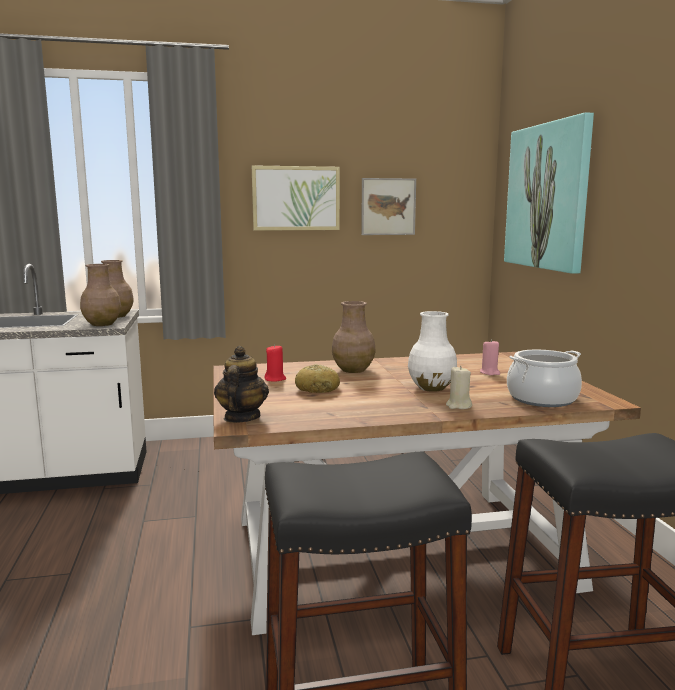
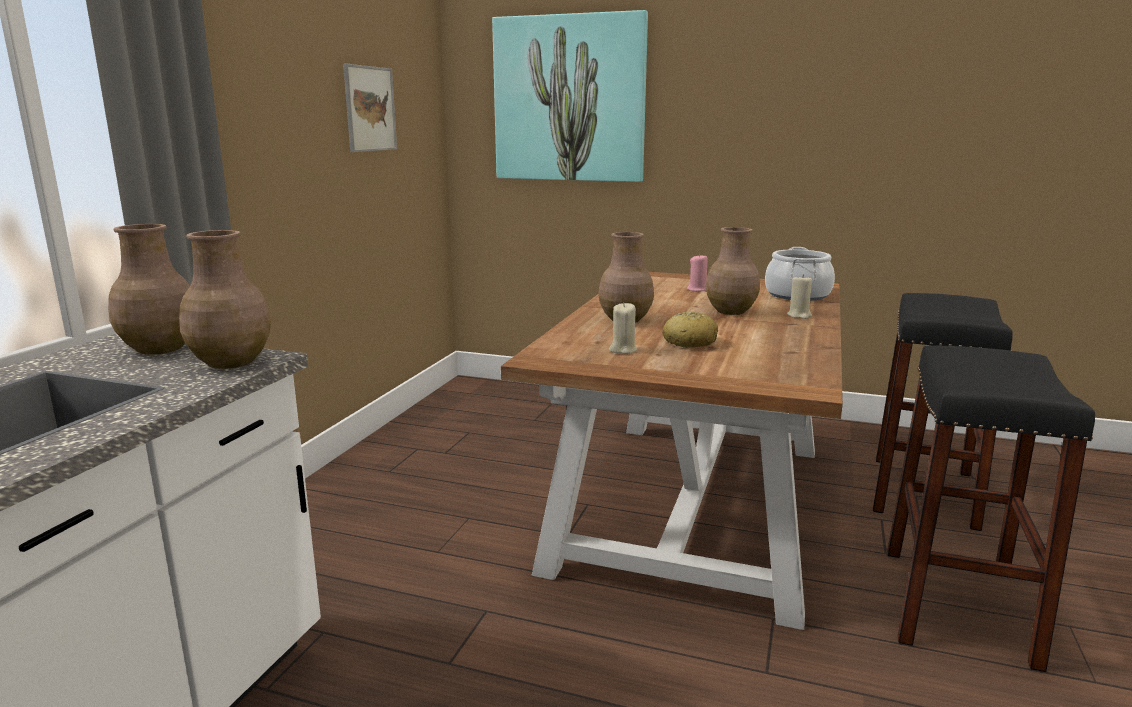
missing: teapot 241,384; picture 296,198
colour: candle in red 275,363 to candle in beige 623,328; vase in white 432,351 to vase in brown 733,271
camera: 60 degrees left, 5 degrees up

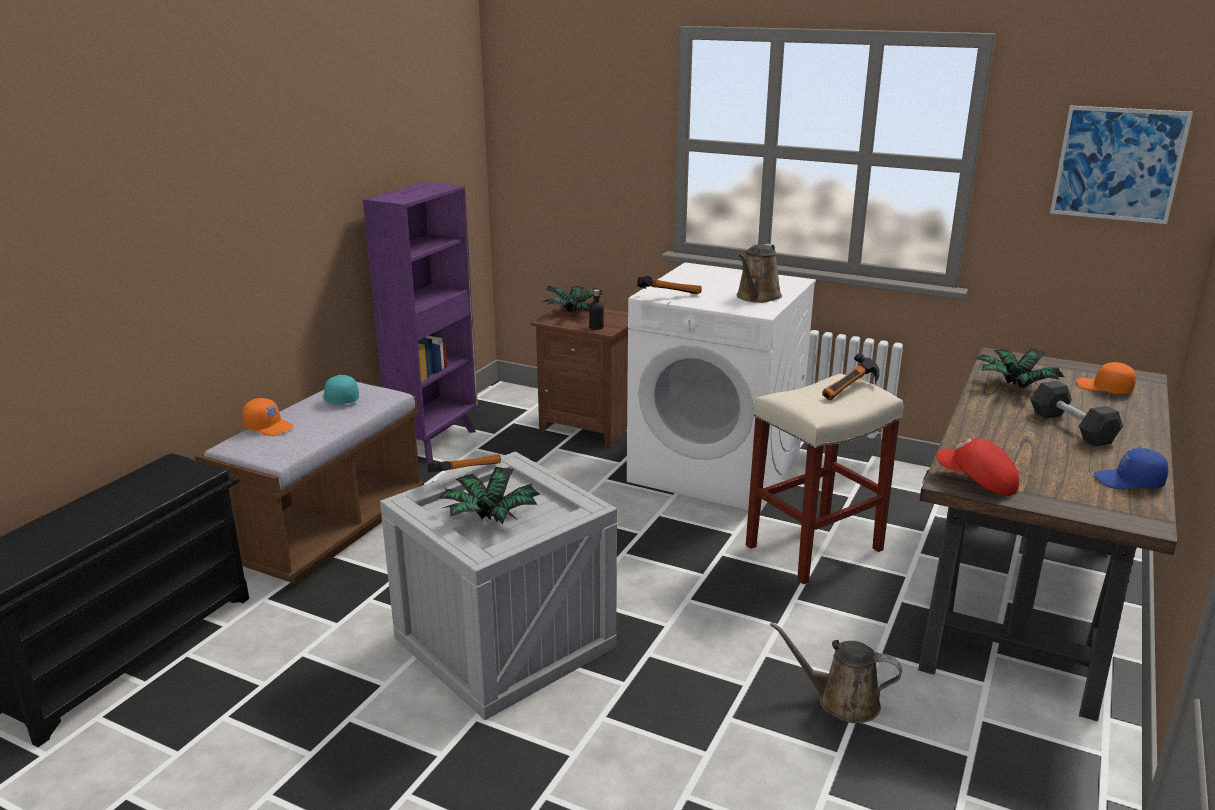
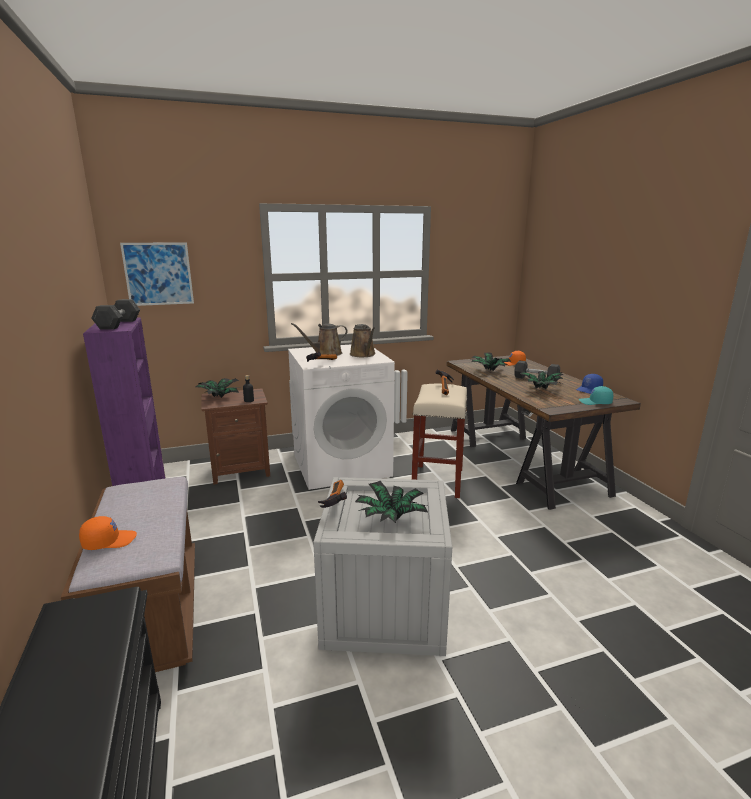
missing: cap in red 977,467
appeared: dumbbell in grey 115,314; potted plant 541,380
relocated: cap in turquoise 341,390 to 596,395; watering can in brown 836,672 to 319,339; picture 1121,165 to 157,274
camera: 45 degrees left, 5 degrees down

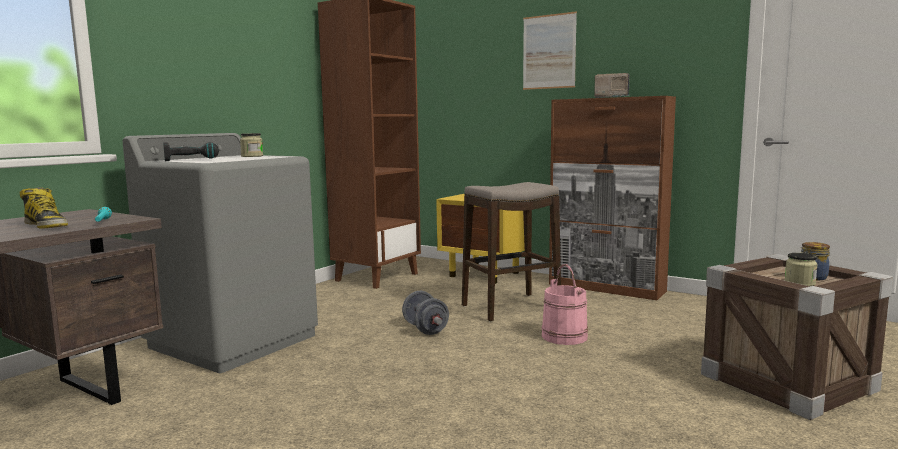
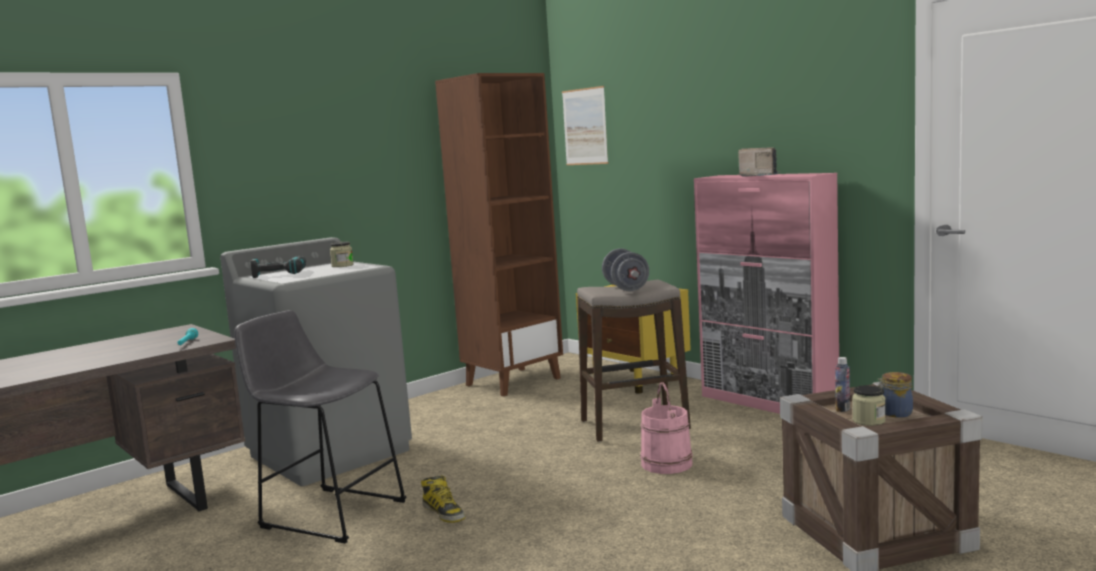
appeared: stool in grey 321,427; bottle 842,384
relocated: boot 44,208 to 443,499; dumbbell in grey 425,313 to 625,269; picture 550,51 to 585,125
colour: cabinet in brown 612,198 to cabinet in pink 766,293
camera: 15 degrees right, 0 degrees up

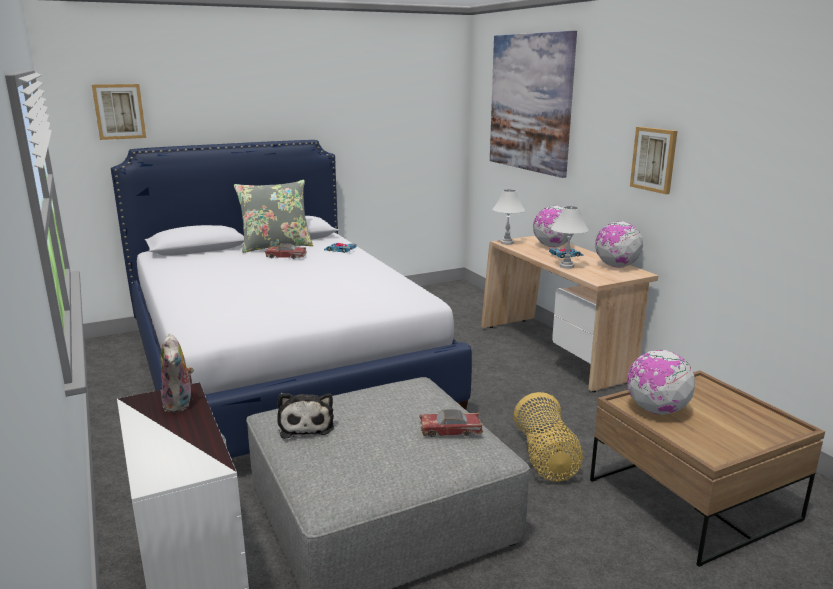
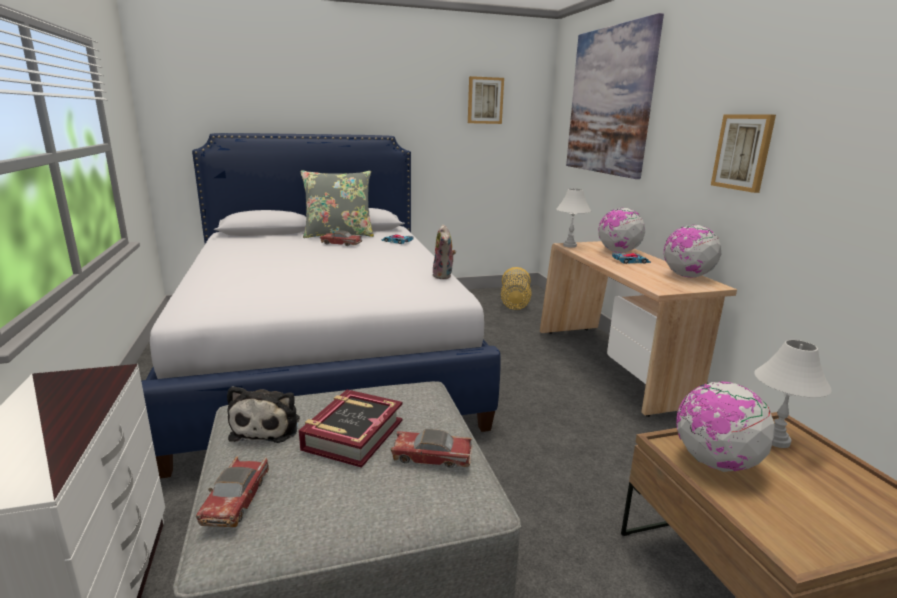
appeared: toy car 232,491; book 351,429
relocated: picture 119,112 to 486,100; plush toy 177,373 to 444,251; basket 548,437 to 516,288; table lamp in white 569,237 to 793,394
camera: 10 degrees right, 0 degrees up

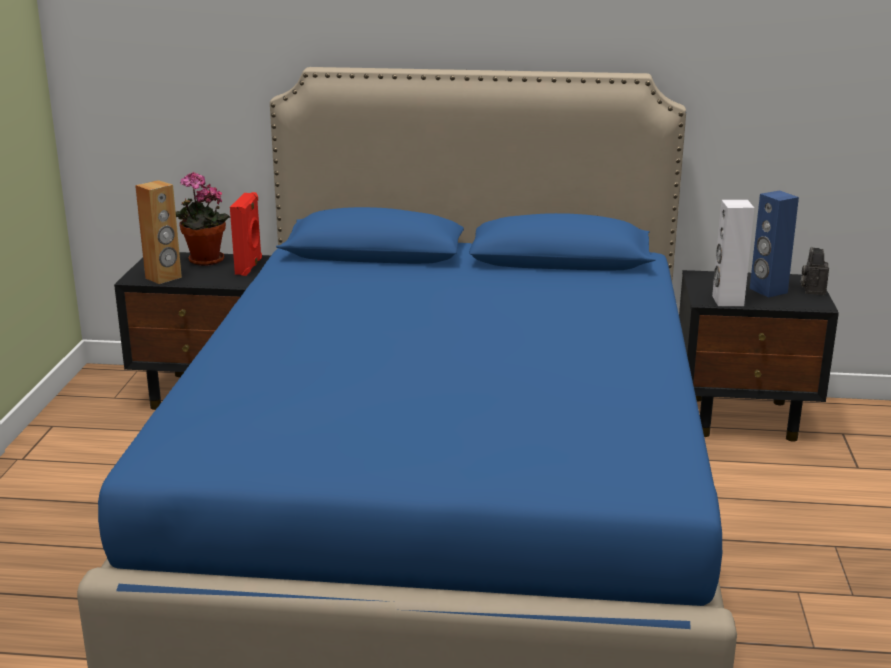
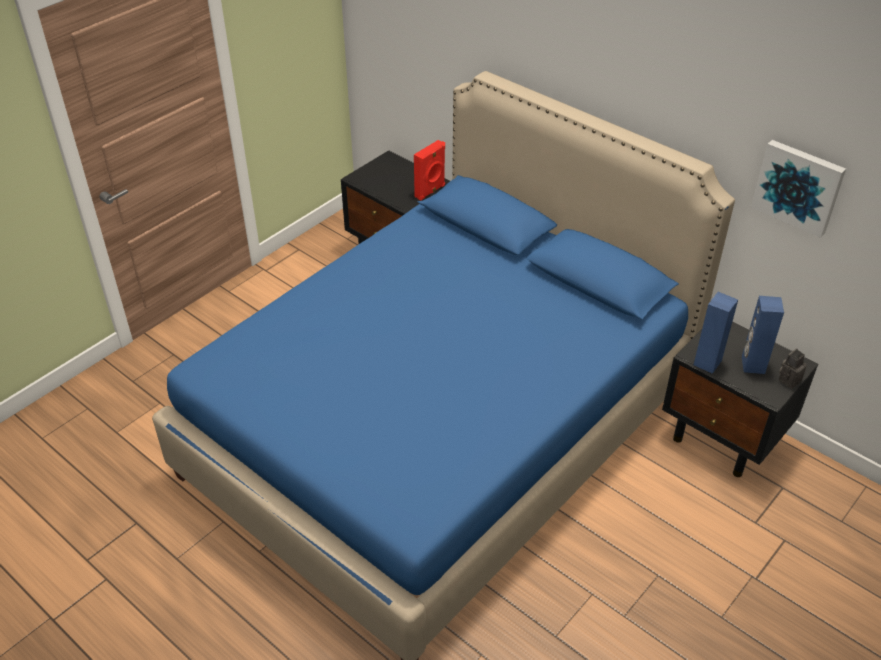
missing: speaker in brown 158,232; potted plant 203,219
appeared: picture 798,189
colour: speaker in white 733,253 to speaker in blue 716,333
camera: 35 degrees right, 20 degrees up

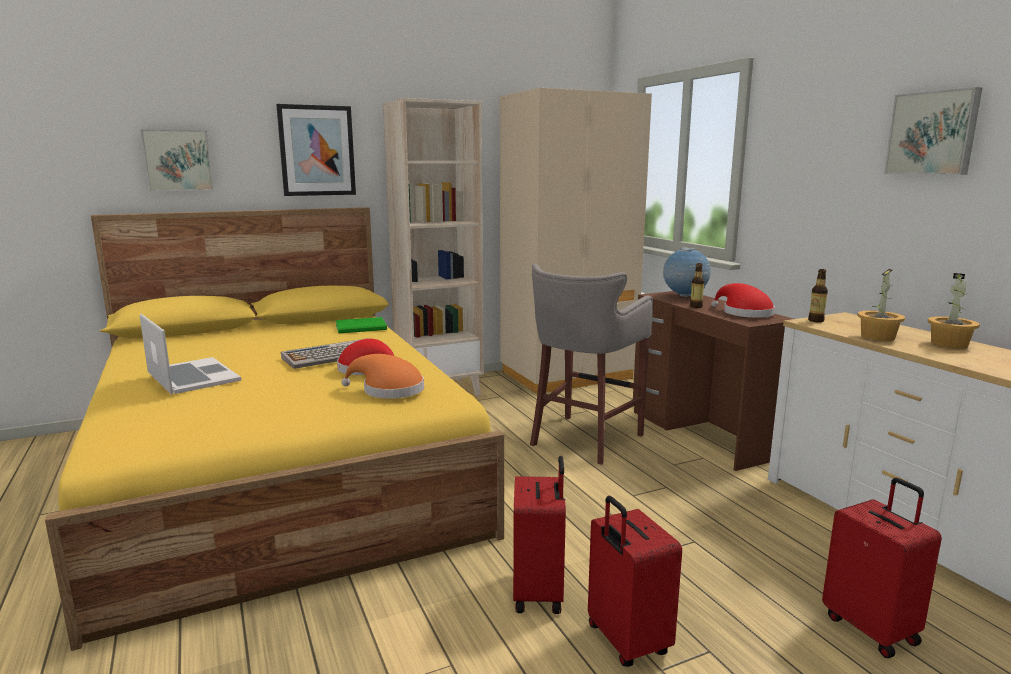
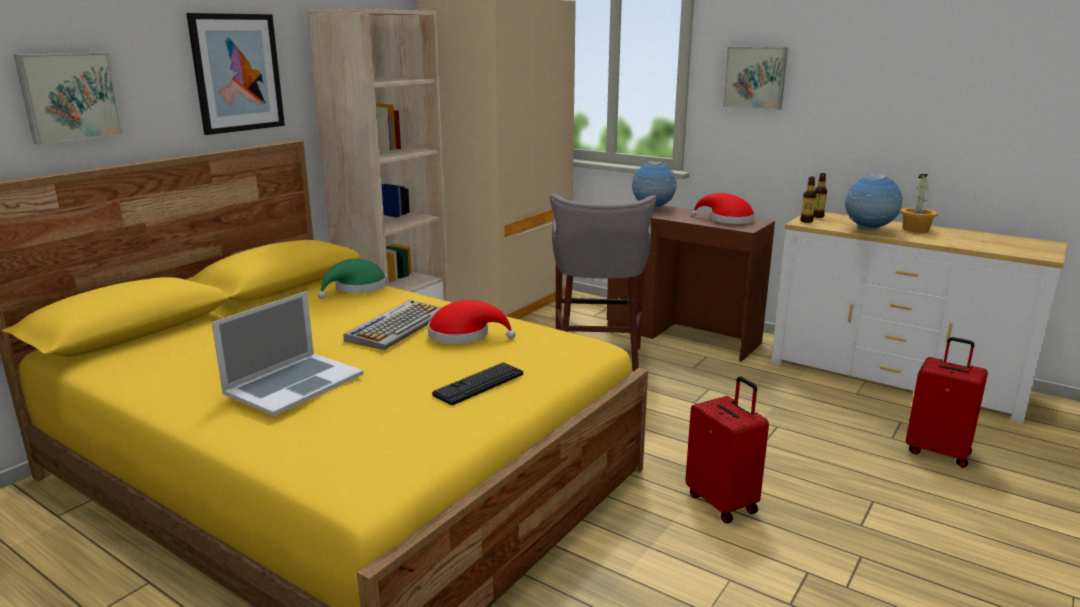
missing: hat in orange 382,376; suitcase in red 635,581
appeared: keyboard 477,383
relocated: bottle 697,285 to 820,195; picture 933,131 to 755,78
exchanged: book in green 361,325 to hat in green 352,279; potted plant 881,305 to globe 874,202
spun: laptop 190,354 = 287,353 105 degrees clockwise
camera: 30 degrees left, 5 degrees up

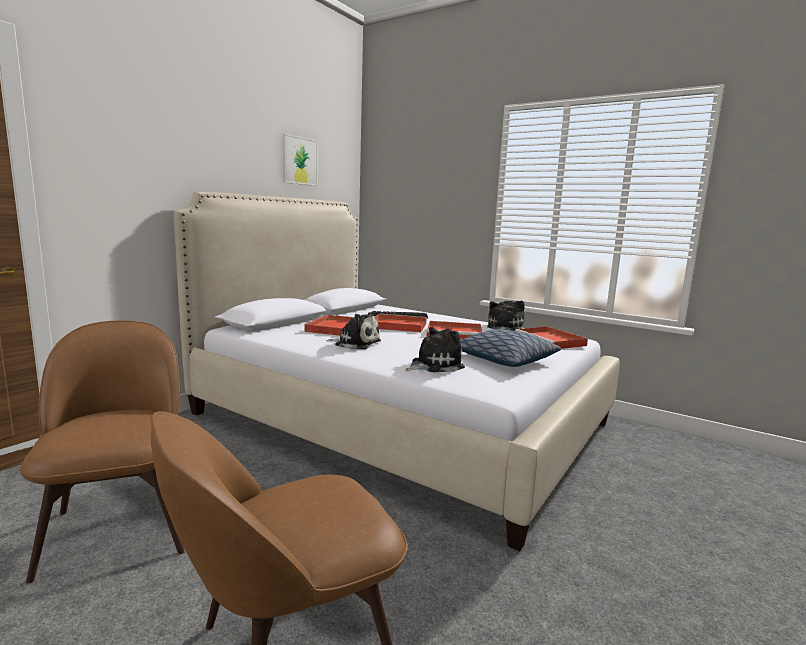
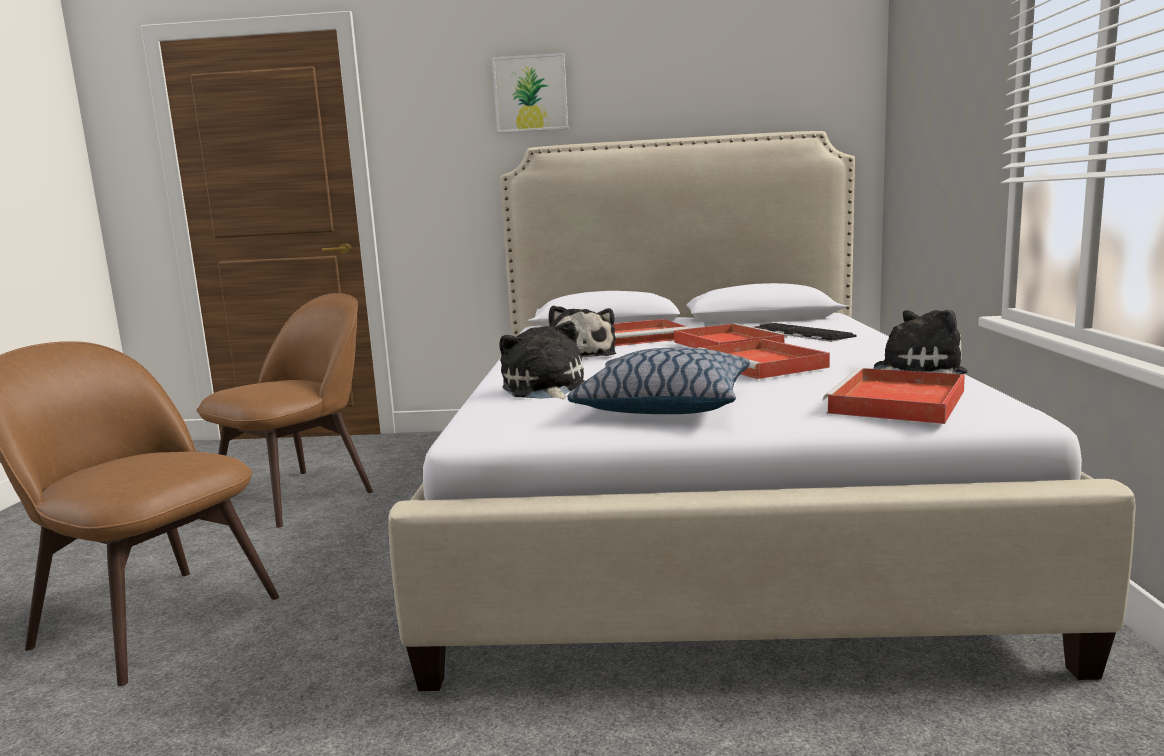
relocated: picture 300,159 to 530,93
spun: plush toy 435,349 = 542,360 135 degrees counterclockwise
camera: 60 degrees right, 0 degrees up

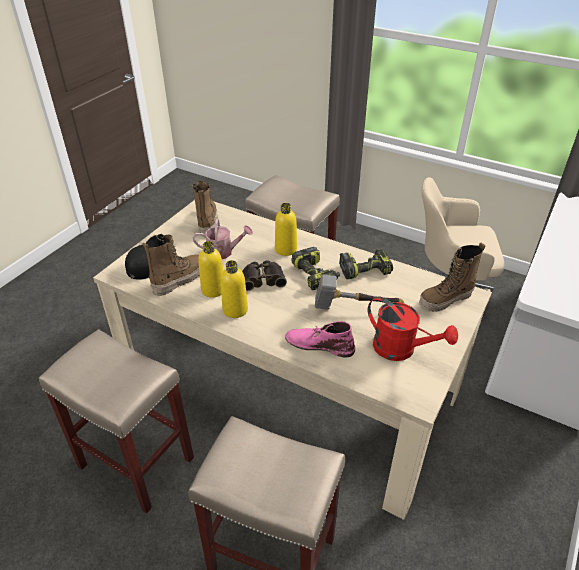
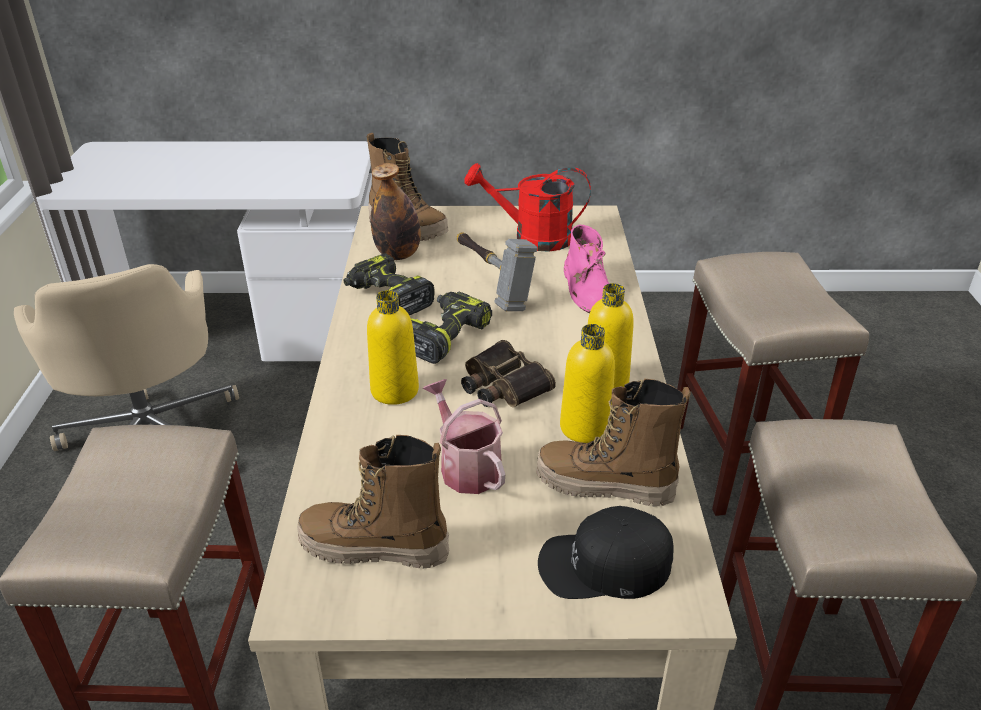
appeared: bottle 396,211
spun: boot 204,209 = 373,501 45 degrees clockwise; watering can in red 413,329 = 528,207 90 degrees counterclockwise
camera: 120 degrees left, 5 degrees down

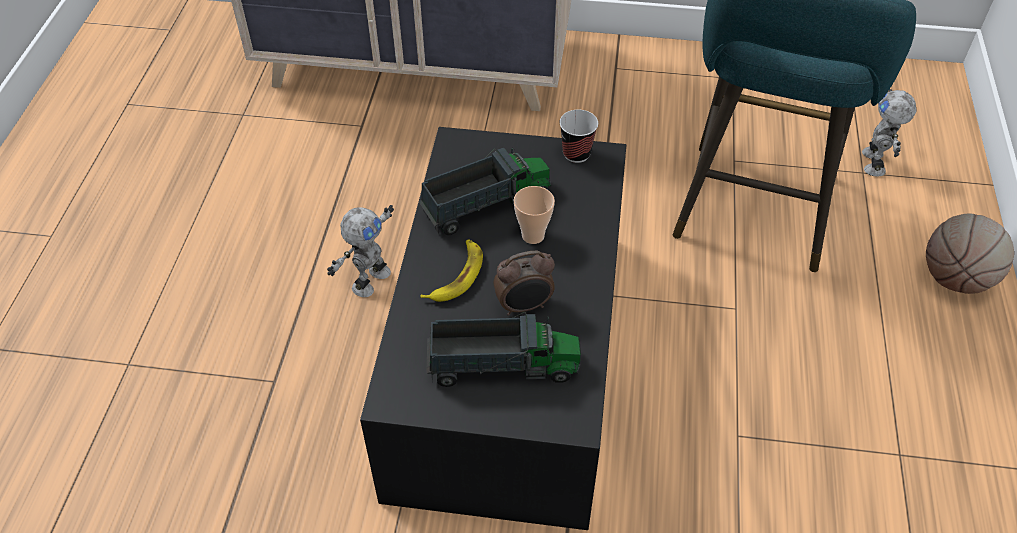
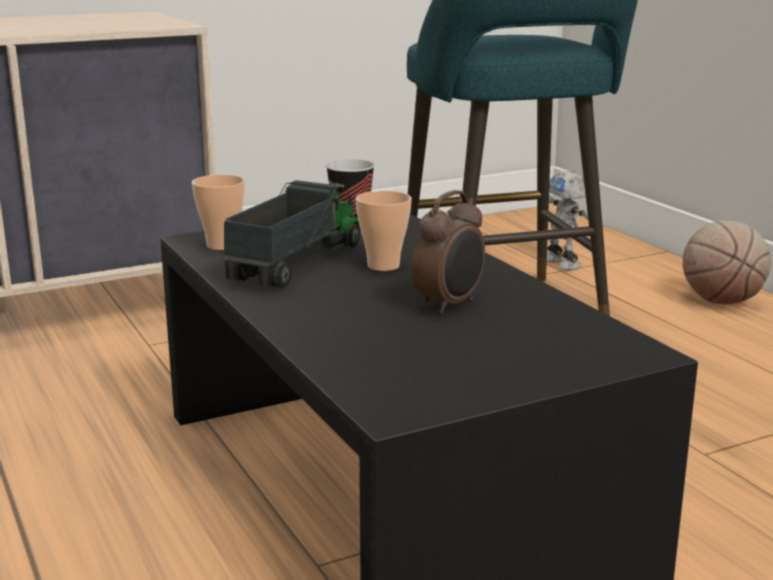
missing: toy robot 360,251; banana 451,270; toy truck 503,349
appeared: cup 218,212
camera: 35 degrees left, 30 degrees down

